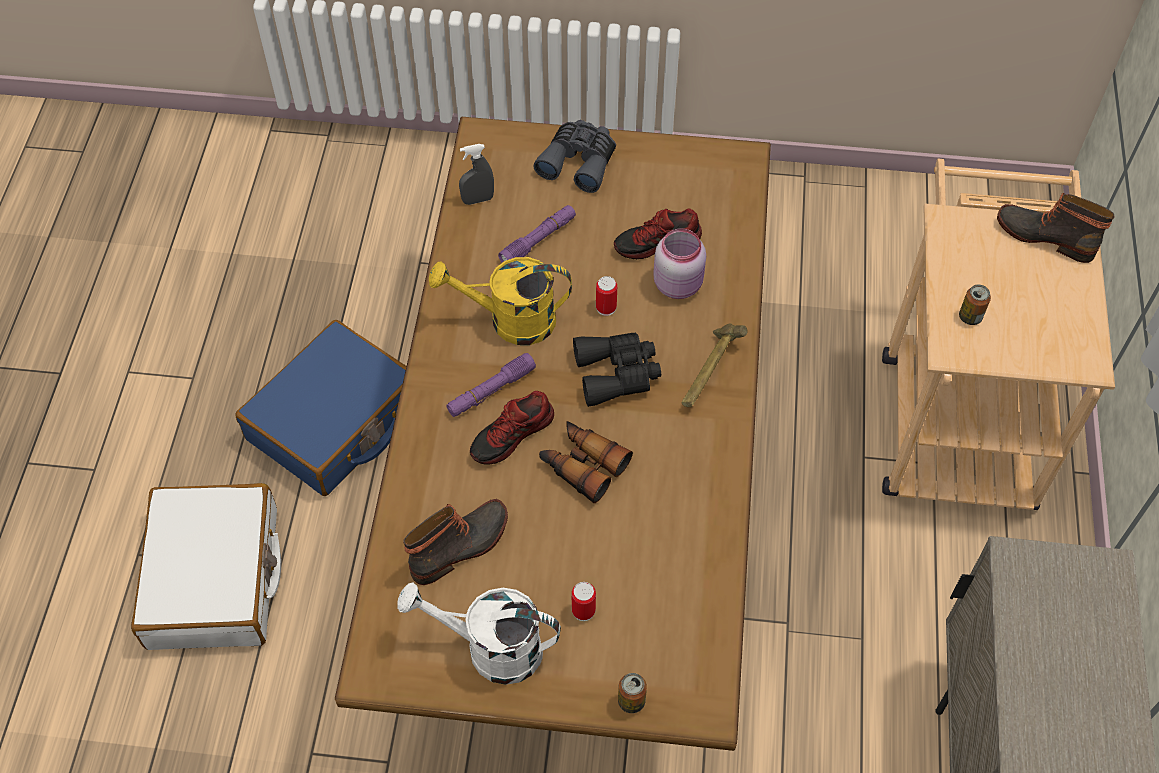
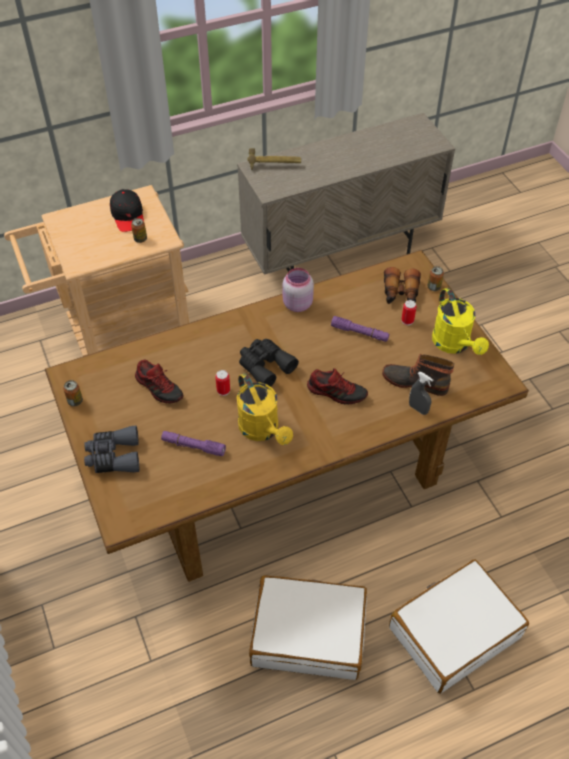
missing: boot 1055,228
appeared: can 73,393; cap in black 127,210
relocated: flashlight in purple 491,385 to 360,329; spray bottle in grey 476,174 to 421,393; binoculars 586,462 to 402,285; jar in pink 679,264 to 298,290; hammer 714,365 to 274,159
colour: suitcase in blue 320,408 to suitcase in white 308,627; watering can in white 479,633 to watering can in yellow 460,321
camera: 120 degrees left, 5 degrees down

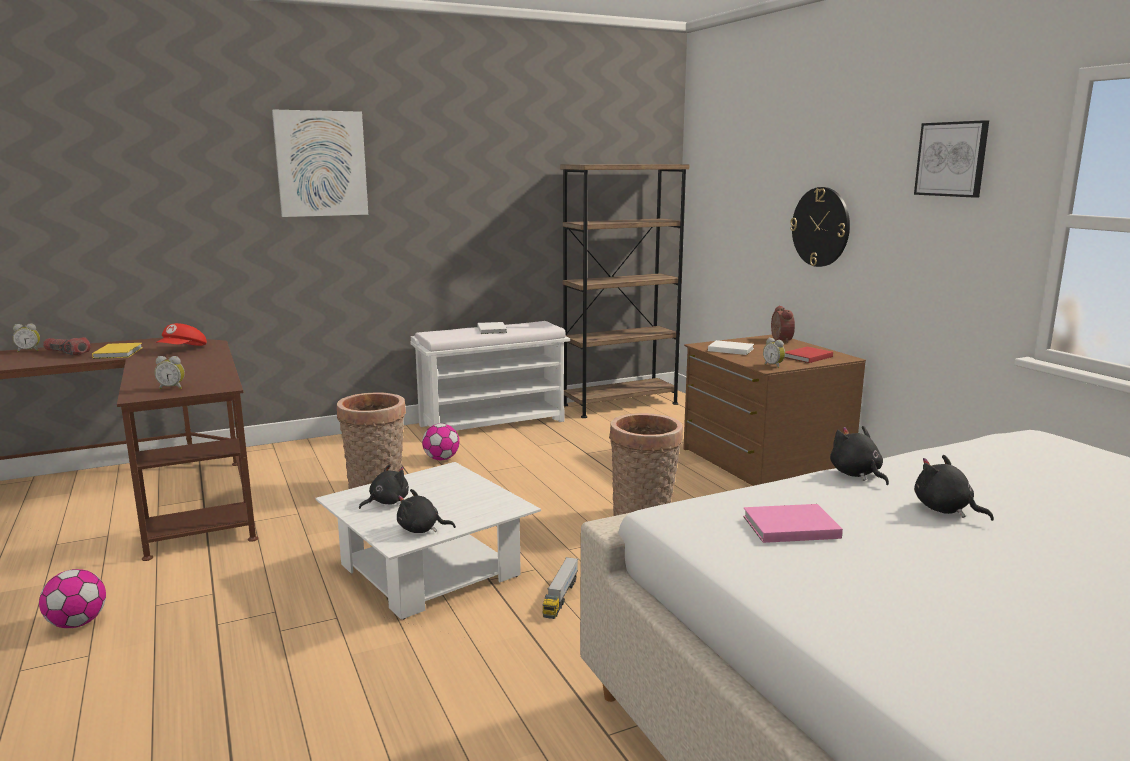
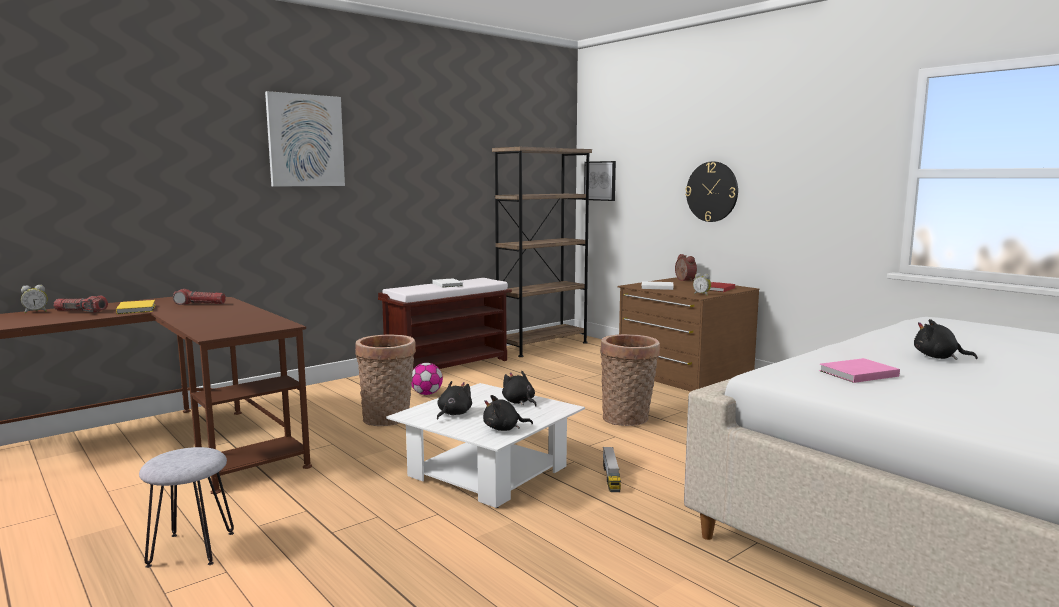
missing: alarm clock 169,372
relocated: plush toy in black 859,455 to 519,389; picture 951,159 to 600,181
exchanged: football 72,598 to stool in grey 186,507; cap in red 181,334 to flashlight 199,297
colour: bench in white 490,375 to bench in brown 445,323
camera: 15 degrees left, 5 degrees down

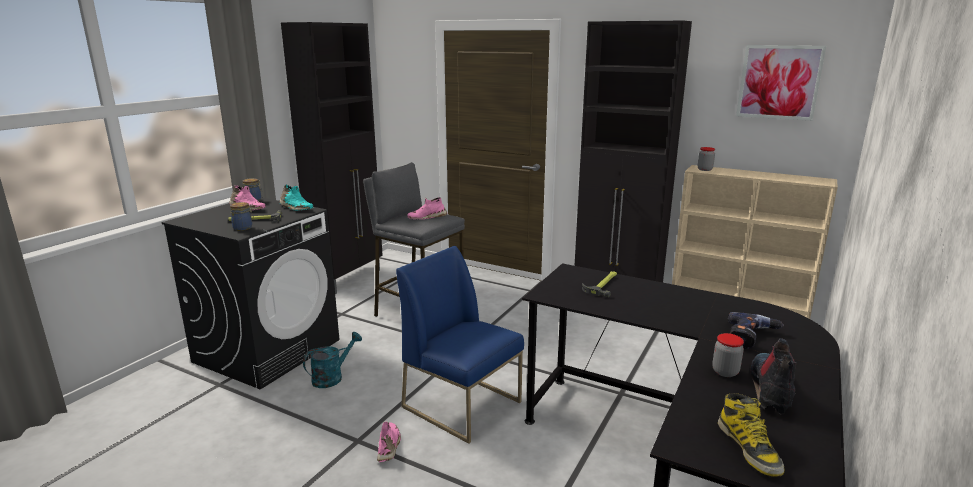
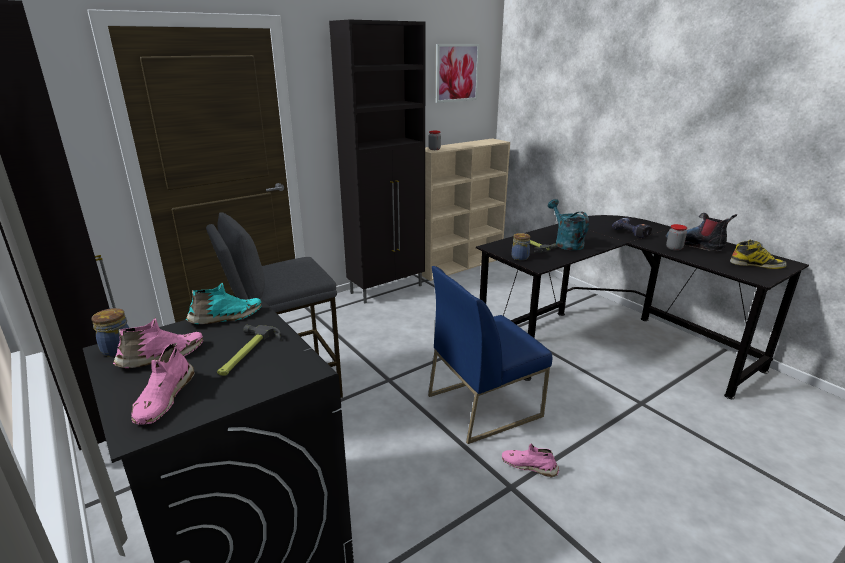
relocated: jar 242,216 to 521,247; watering can in turquoise 332,360 to 568,225; shoe in pink 427,208 to 163,384
camera: 65 degrees left, 5 degrees up

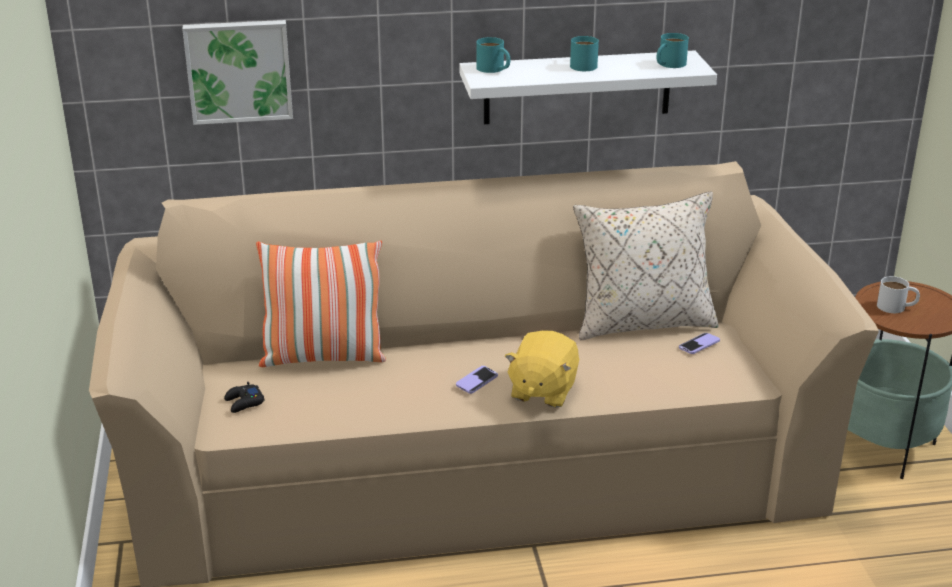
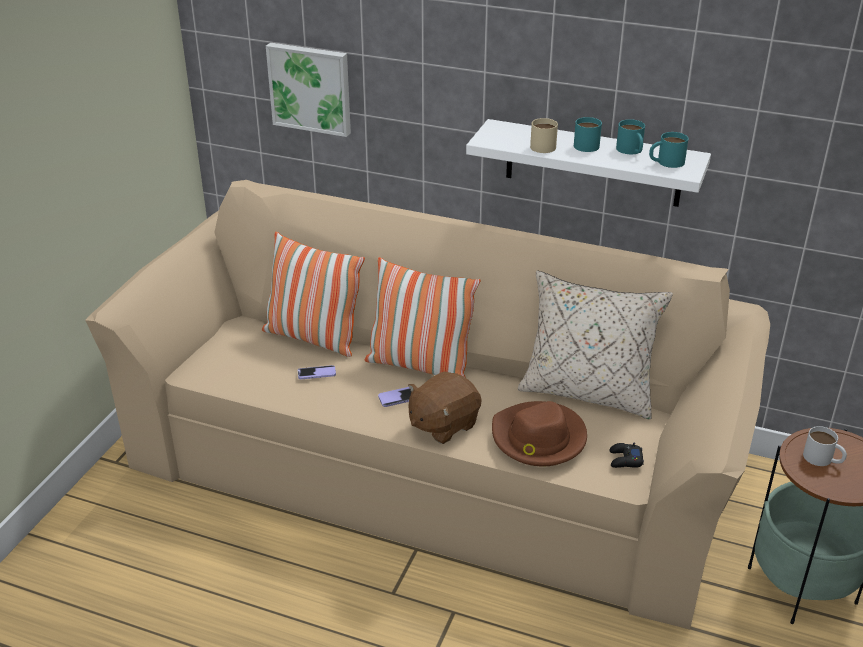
appeared: pillow 423,317; hat in brown 539,433; mug in beige 544,135
relocated: game controller in black 244,397 to 626,455; mug in turquoise 493,55 to 630,136; phone 699,343 to 317,372
colour: plush toy in yellow 542,369 to plush toy in brown 444,407
camera: 30 degrees right, 5 degrees up

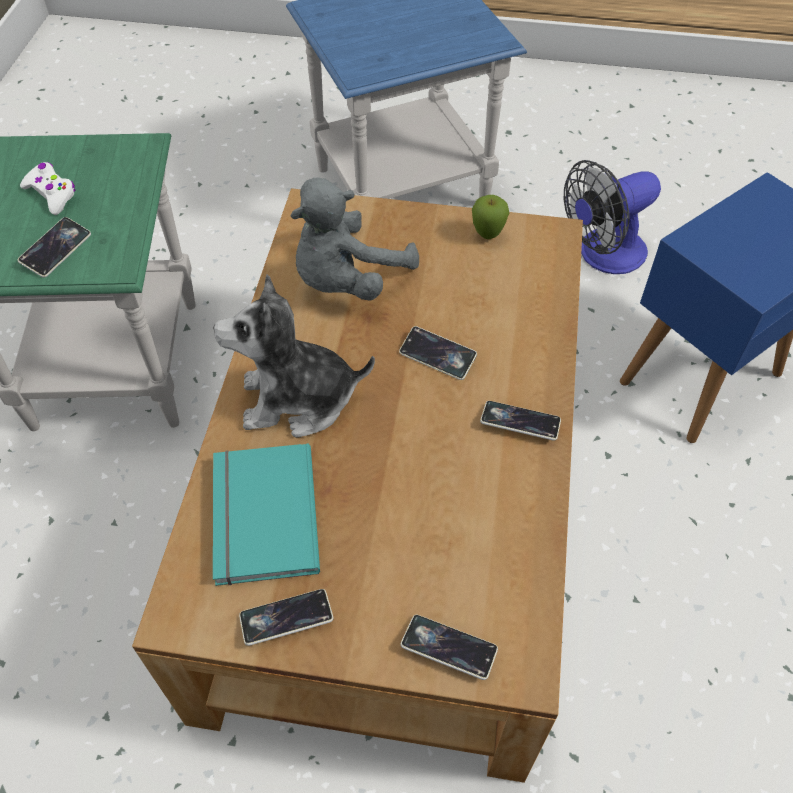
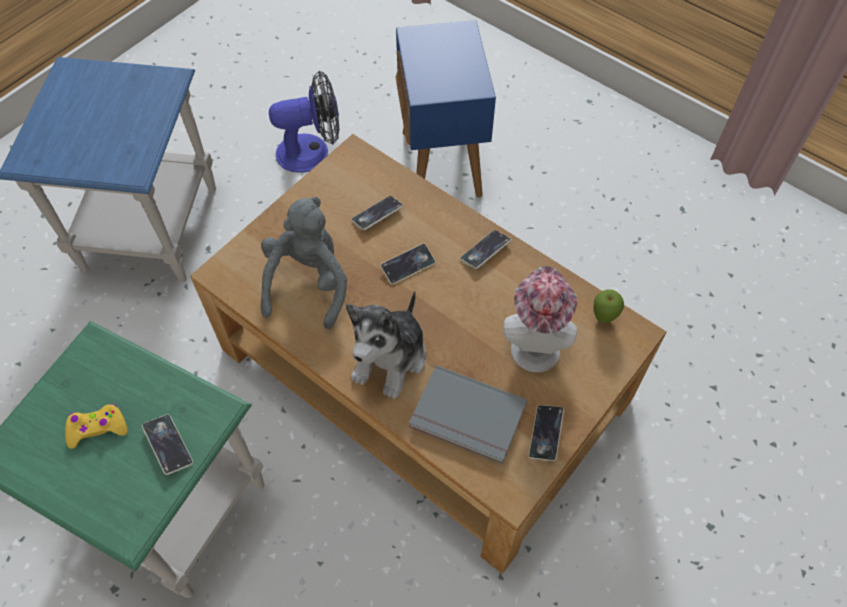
appeared: hat 540,319
relocated: phone 449,647 to 377,213; apple 490,217 to 608,306
colour: game controller in white 47,188 to game controller in yellow 96,426; book in turquoise 266,514 to book in grey 468,414
spun: plush toy in grey 354,238 = 304,263 150 degrees counterclockwise; fan 612,217 = 304,122 105 degrees counterclockwise
camera: 60 degrees left, 5 degrees up

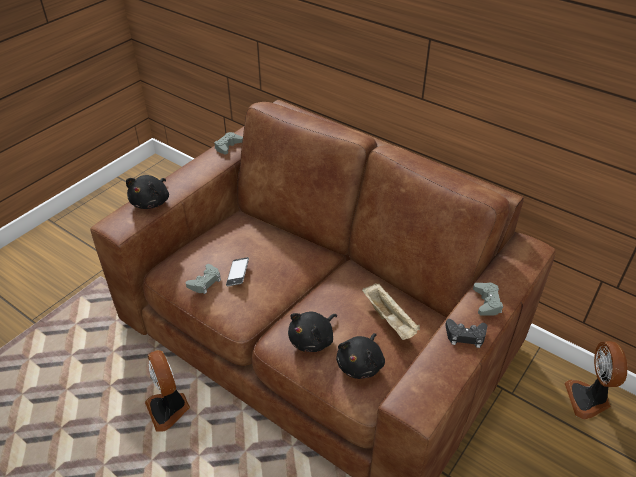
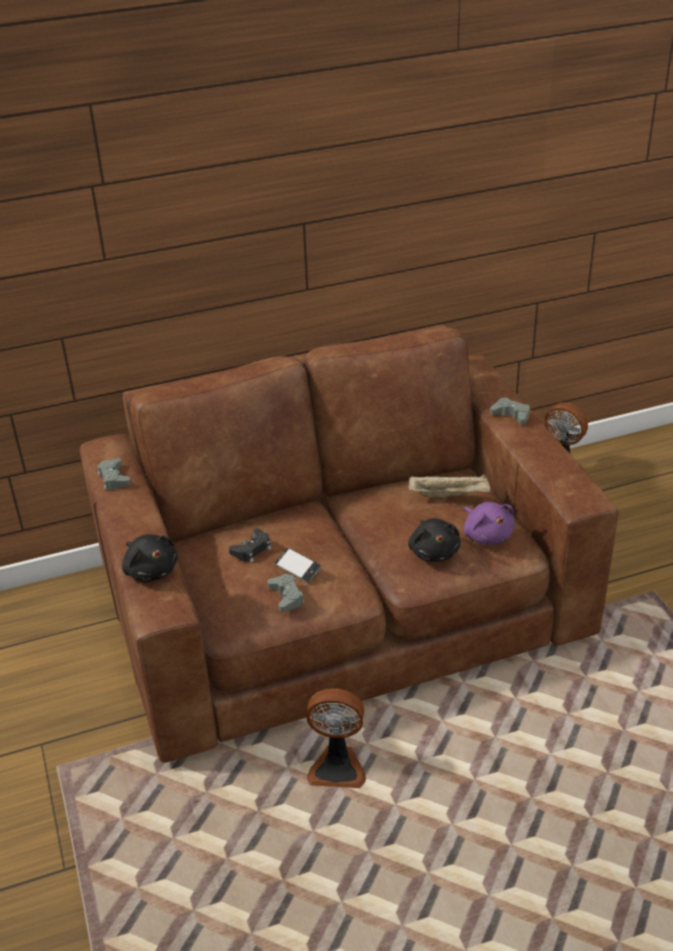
relocated: game controller in black 466,333 to 250,545
colour: plush toy in black 360,356 to plush toy in purple 489,523
camera: 55 degrees left, 5 degrees down

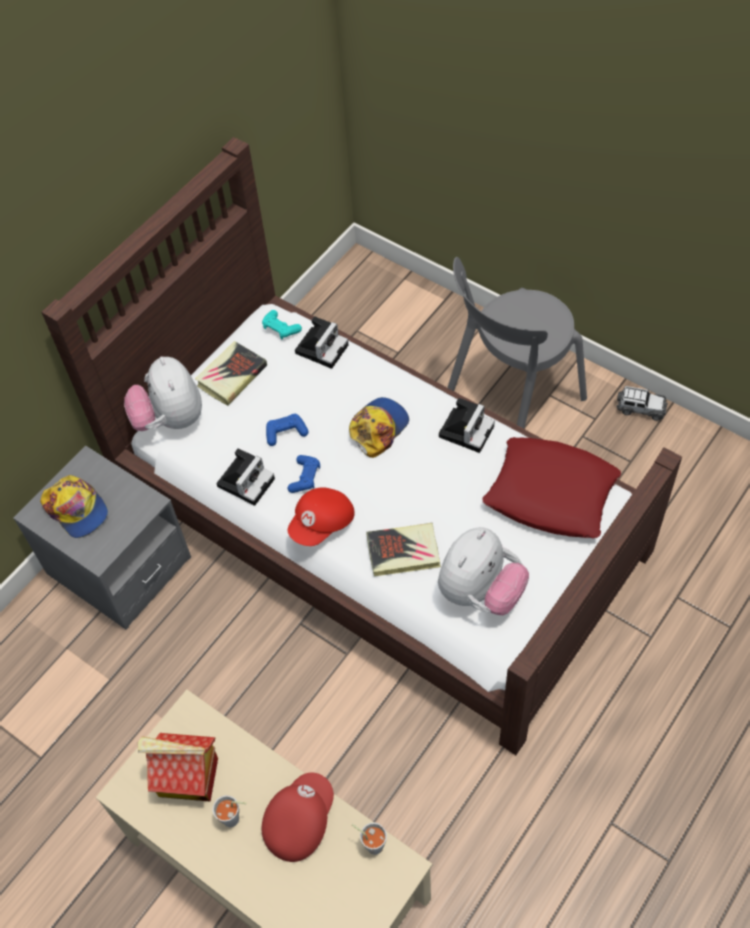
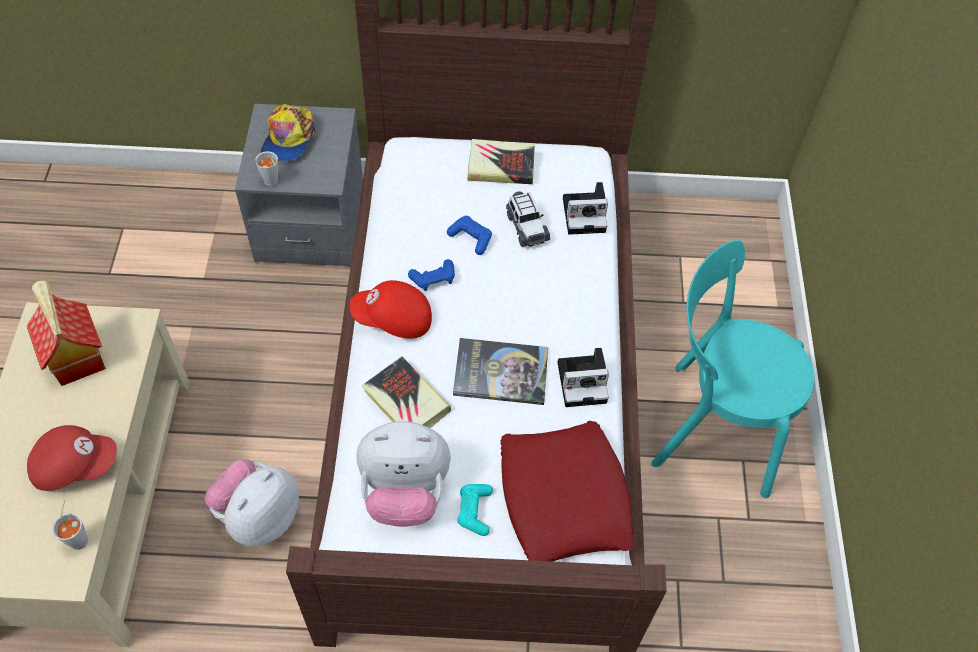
missing: photo camera 246,477; cap 379,427
appeared: book 500,371
relocated: plush toy 163,393 to 252,503; cup in grey 229,811 to 266,168; game controller in turquoise 282,324 to 475,510; toy car 642,403 to 528,219
colour: chair in grey 517,343 to chair in turquoise 732,369
camera: 50 degrees right, 0 degrees up

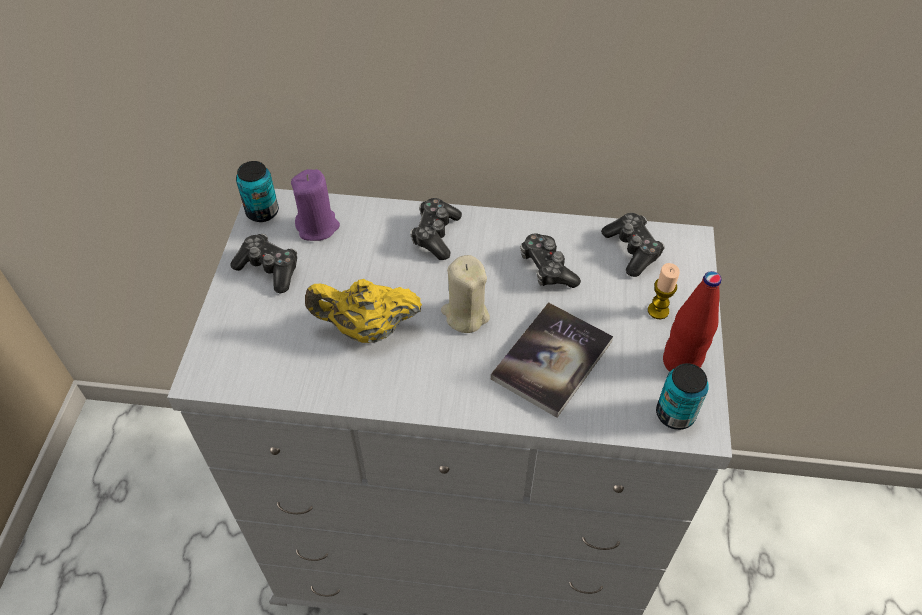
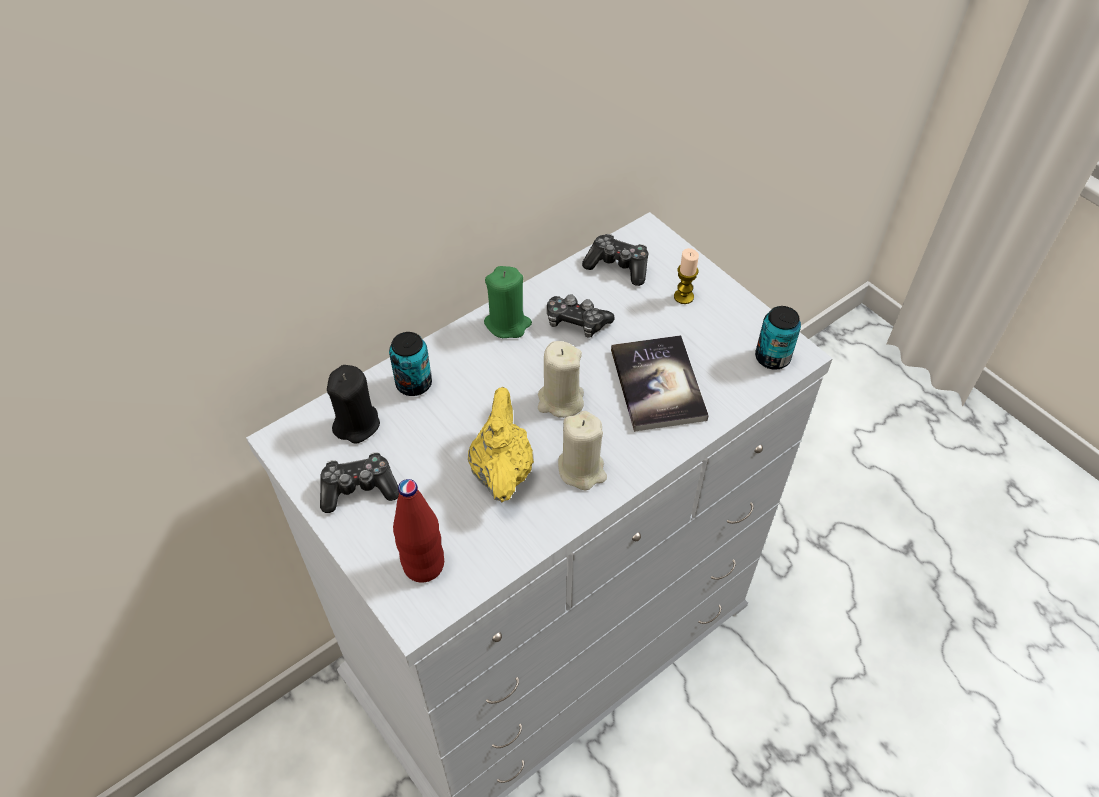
missing: game controller 436,229
appeared: candle in green 508,302; candle in beige 582,451
relocated: can 257,191 to 410,364; bottle in red 692,321 to 418,531
colour: candle in purple 315,205 to candle in black 353,404
spun: teapot in yellow 363,311 = 501,444 135 degrees clockwise
camera: 45 degrees left, 0 degrees up

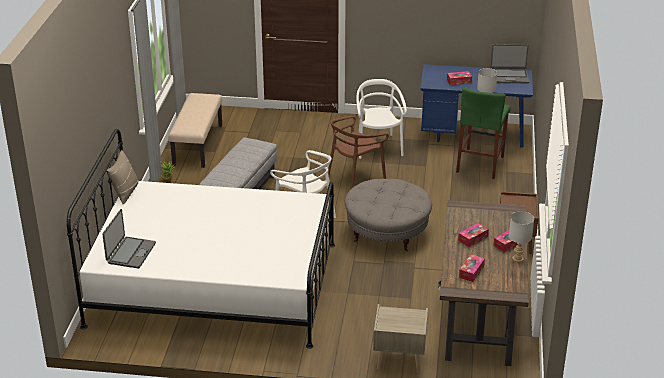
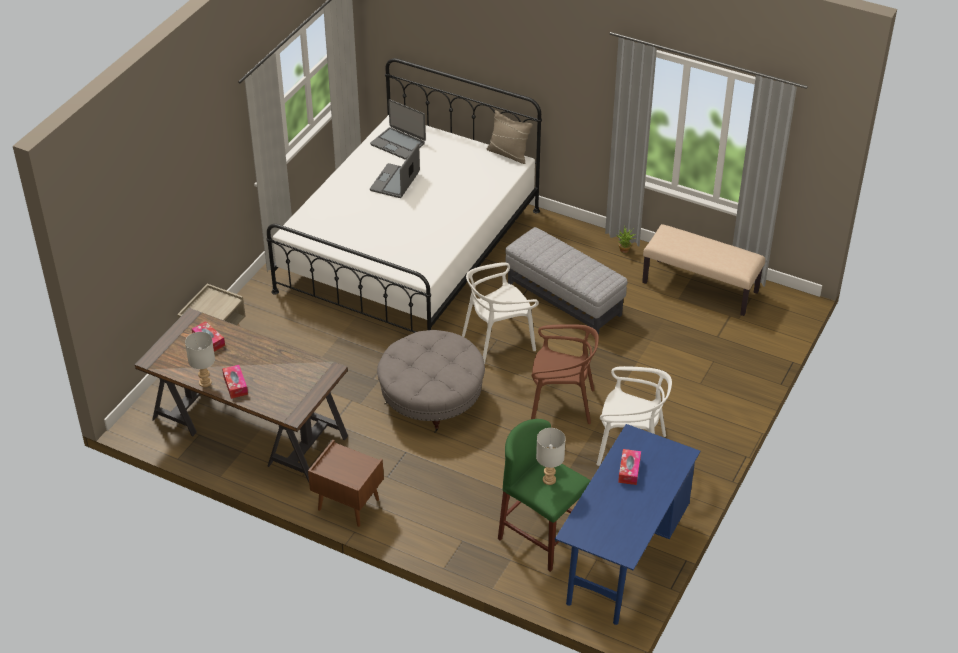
missing: tissue box 473,235
relocated: laptop 509,63 to 395,170
spun: chair in brown 358,153 = 565,374 120 degrees clockwise
camera: 110 degrees right, 10 degrees up

